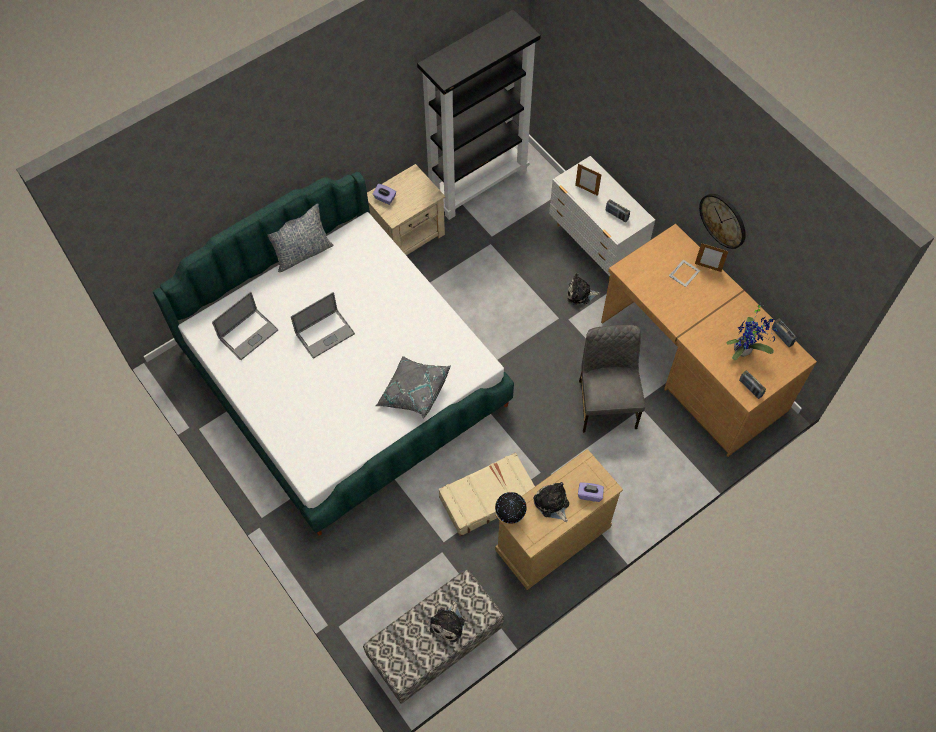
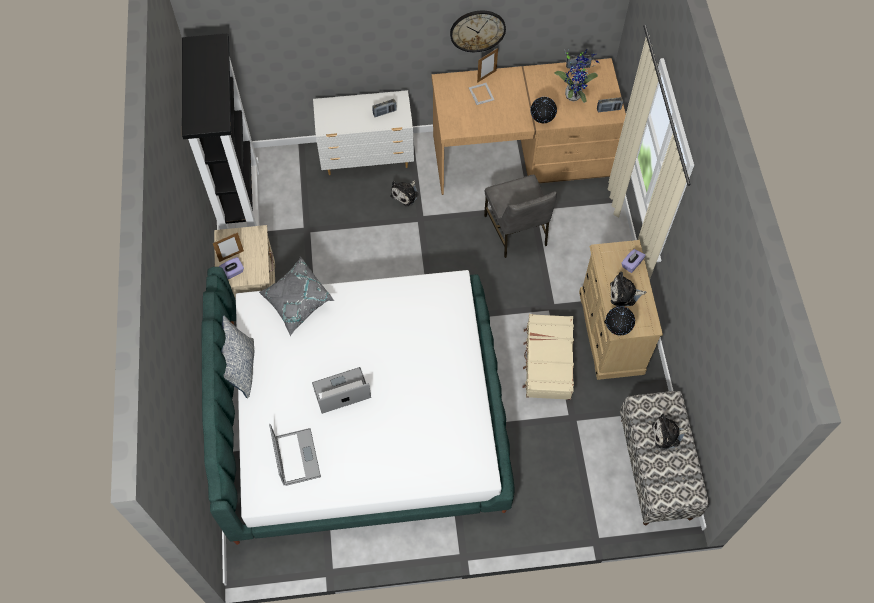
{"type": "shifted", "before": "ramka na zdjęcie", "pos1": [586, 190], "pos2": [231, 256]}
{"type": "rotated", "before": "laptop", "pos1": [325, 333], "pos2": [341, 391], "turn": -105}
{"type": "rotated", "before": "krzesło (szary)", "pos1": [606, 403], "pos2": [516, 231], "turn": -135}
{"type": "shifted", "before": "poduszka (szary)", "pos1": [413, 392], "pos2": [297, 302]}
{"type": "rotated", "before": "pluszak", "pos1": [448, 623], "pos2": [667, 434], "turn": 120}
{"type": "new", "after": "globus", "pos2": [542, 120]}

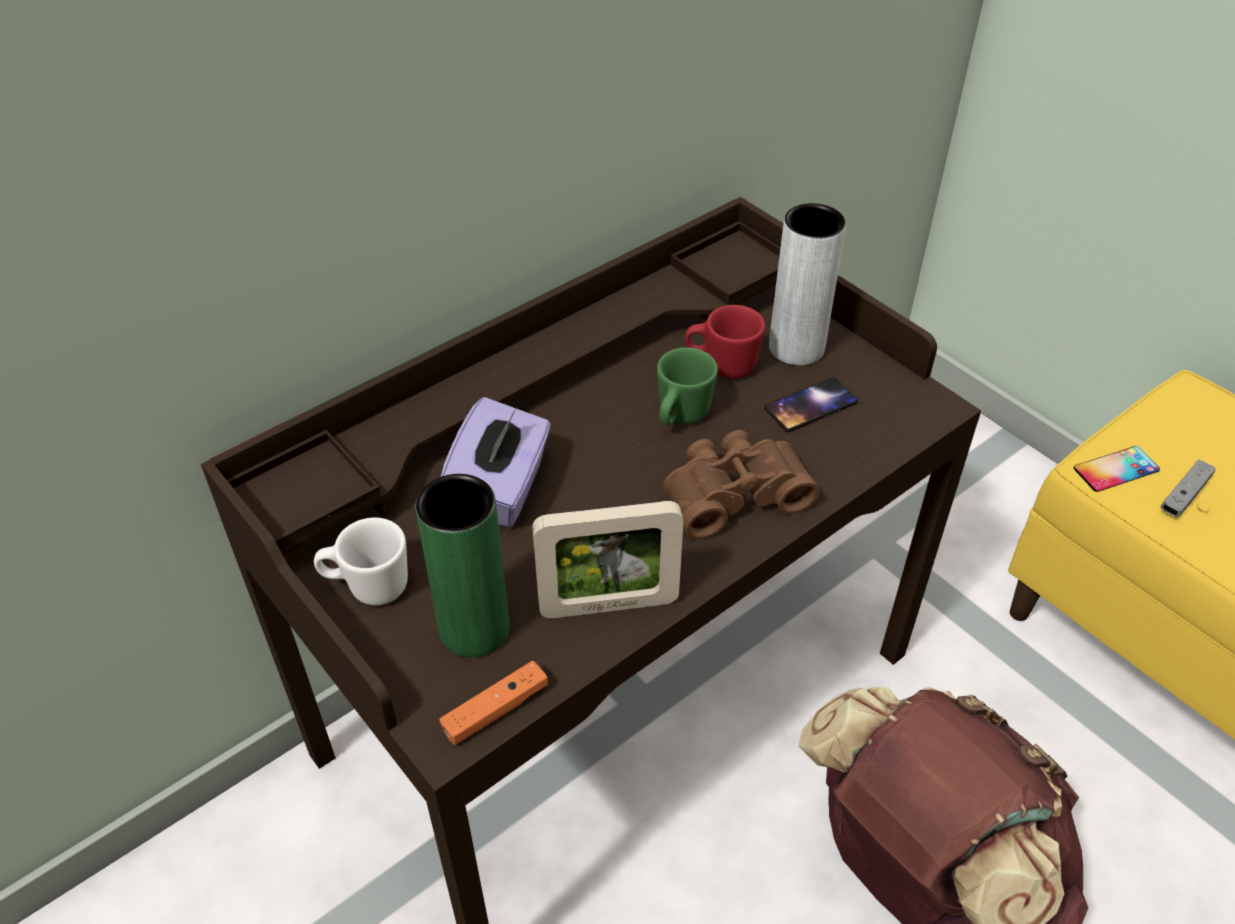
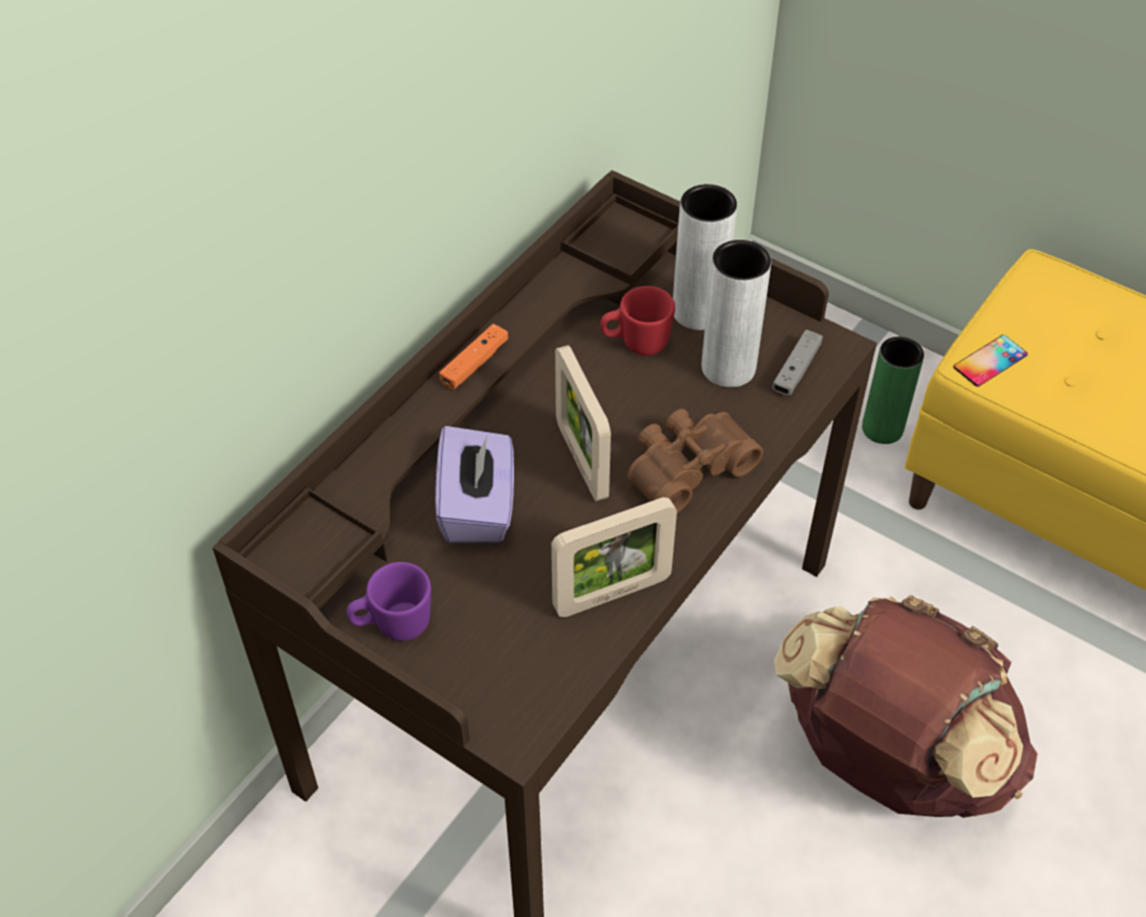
{"type": "gone", "before": "kubek (zielony)", "pos1": [680, 417]}
{"type": "swapped", "before": "telefon", "after": "wazon (szary)", "pos1": [811, 405], "pos2": [728, 368]}
{"type": "shifted", "before": "pad do gier (szary)", "pos1": [1184, 495], "pos2": [796, 370]}
{"type": "shifted", "before": "wazon (zielony)", "pos1": [474, 629], "pos2": [882, 428]}
{"type": "repainted", "before": "kubek (biały)", "after": "kubek (fioletowy)", "pos1": [368, 587], "pos2": [393, 625]}
{"type": "shifted", "before": "pad do gier (pomarańczowy)", "pos1": [495, 710], "pos2": [474, 363]}
{"type": "new", "after": "ramka na zdjęcie", "pos2": [581, 461]}

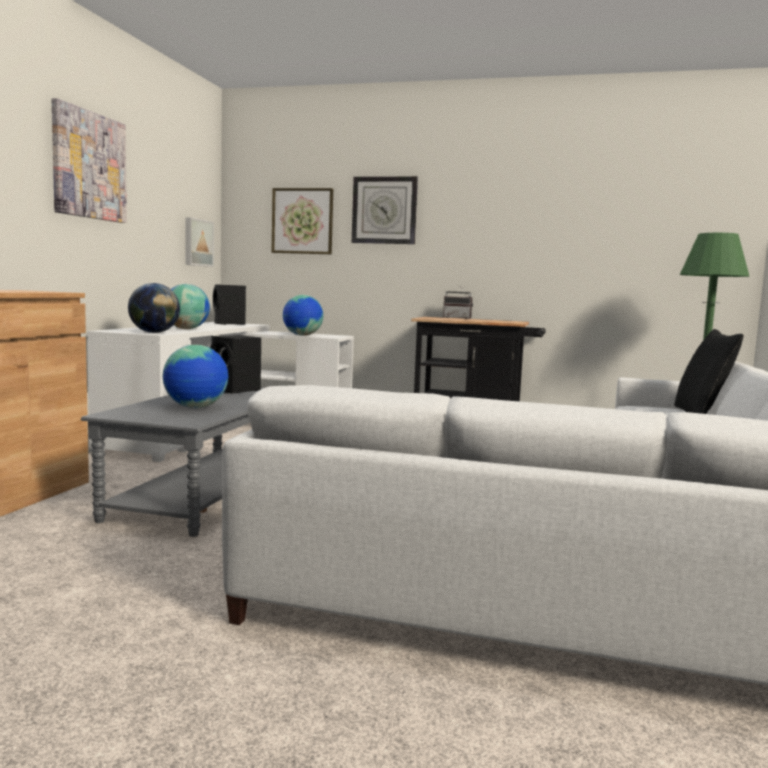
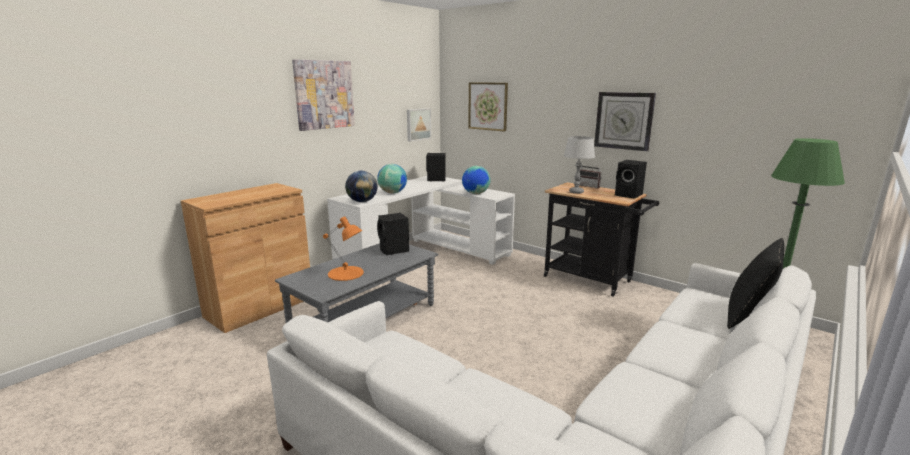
{"type": "shifted", "before": "zegar ścienny", "pos1": [384, 210], "pos2": [624, 120]}
{"type": "swapped", "before": "globus", "after": "lampa stołowa (pomarańczowy)", "pos1": [196, 407], "pos2": [346, 273]}
{"type": "new", "after": "lampa stołowa (szary)", "pos2": [576, 192]}
{"type": "new", "after": "głośnik (czarny)", "pos2": [629, 195]}

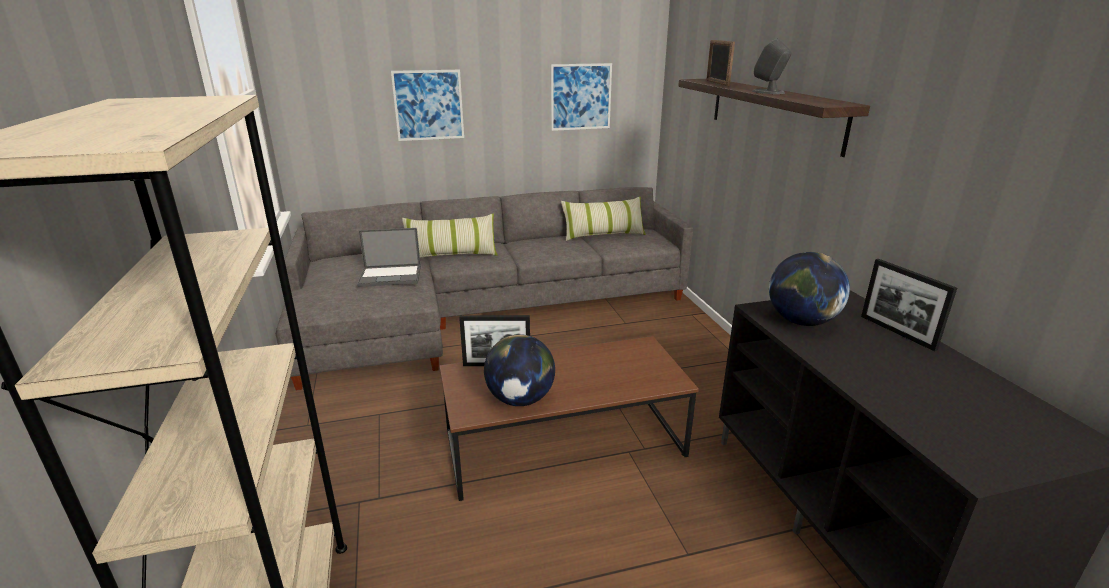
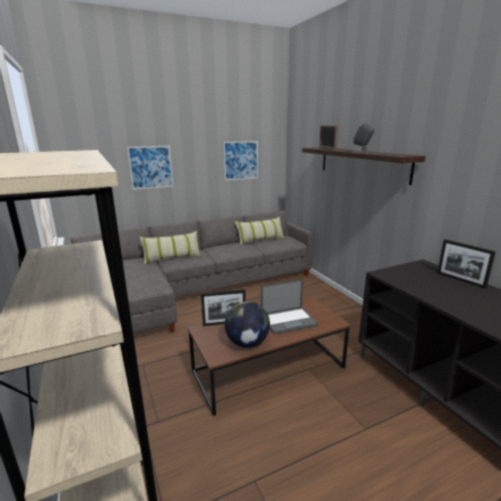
{"type": "shifted", "before": "laptop", "pos1": [391, 276], "pos2": [289, 320]}
{"type": "gone", "before": "globus", "pos1": [801, 321]}

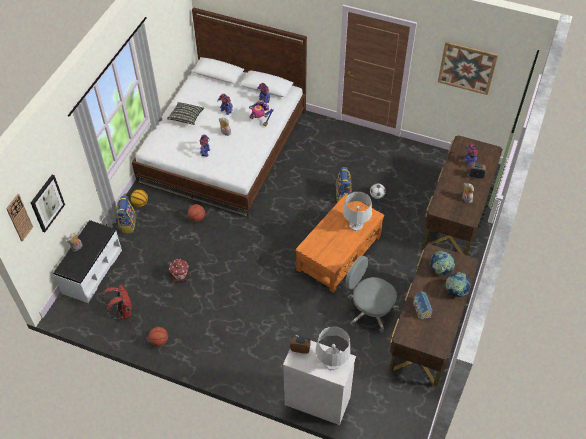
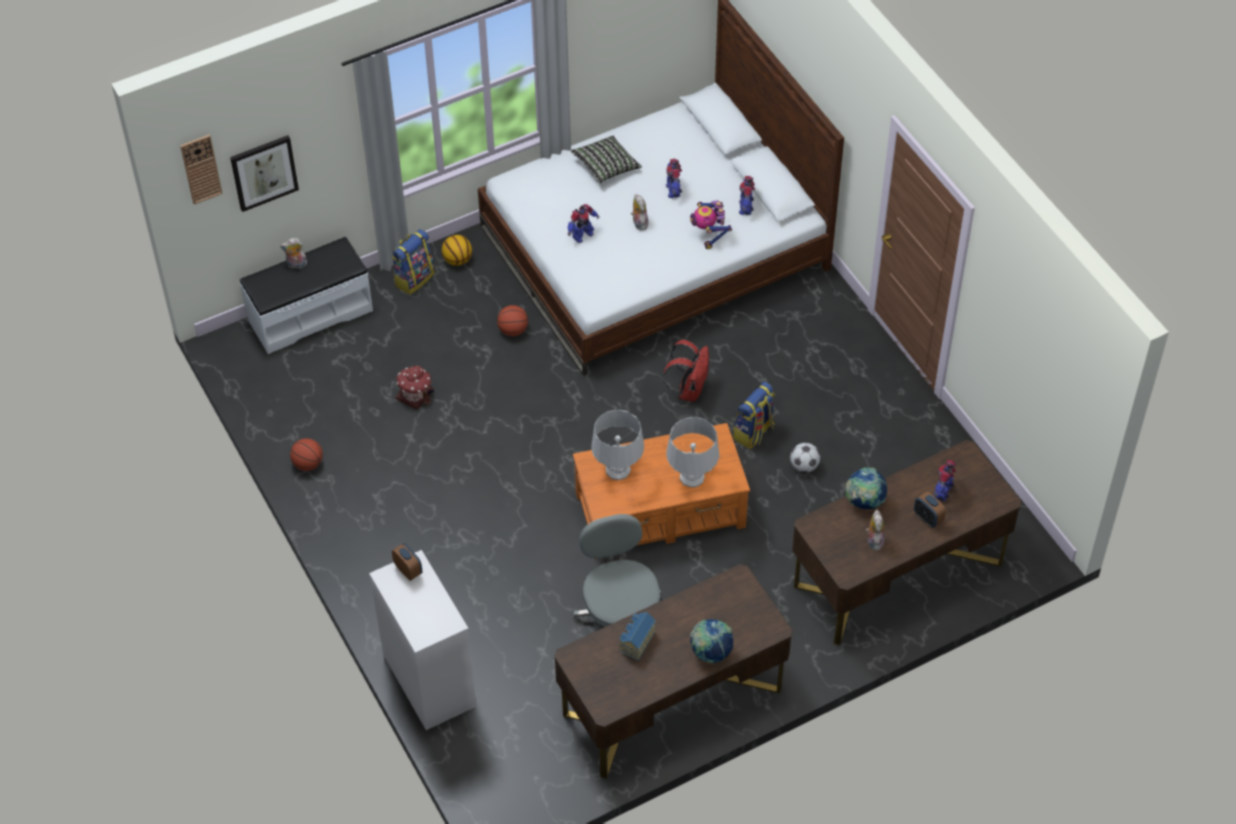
{"type": "gone", "before": "obraz", "pos1": [467, 68]}
{"type": "shifted", "before": "globus", "pos1": [440, 270], "pos2": [864, 501]}
{"type": "shifted", "before": "plecak (czerwony)", "pos1": [122, 312], "pos2": [689, 390]}
{"type": "shifted", "before": "lampa stołowa (szary)", "pos1": [332, 362], "pos2": [617, 470]}

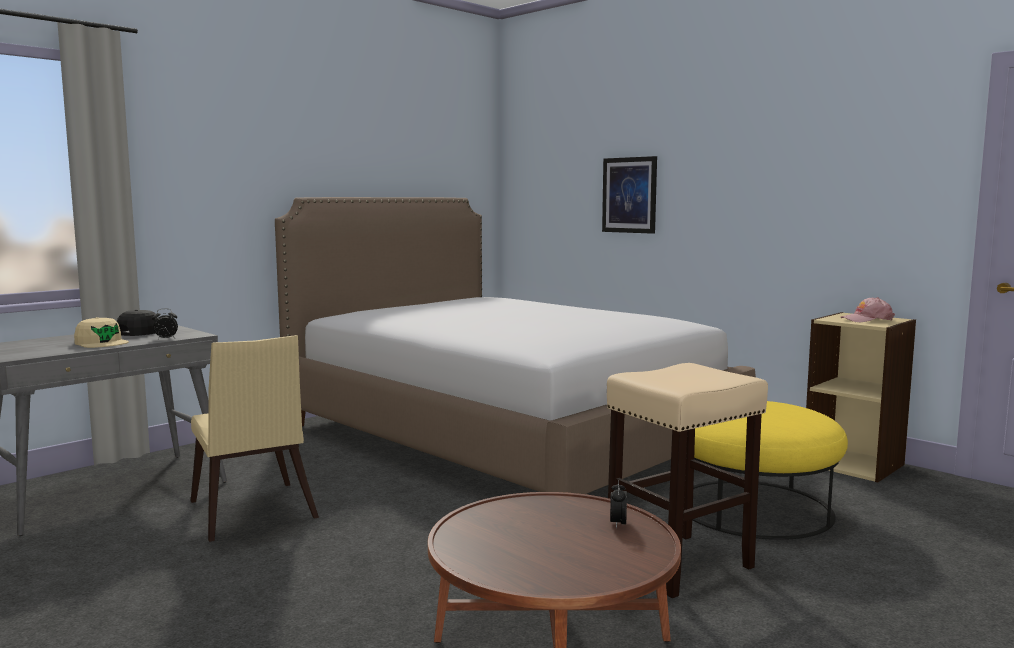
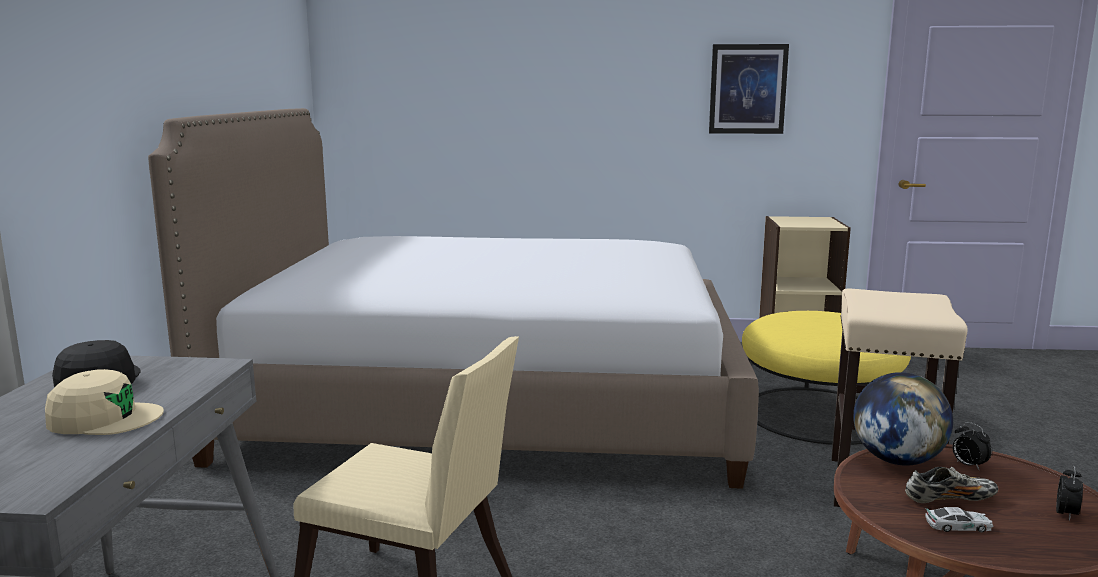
{"type": "shifted", "before": "obraz", "pos1": [629, 195], "pos2": [747, 89]}
{"type": "gone", "before": "czapka z daszkiem (różowy)", "pos1": [867, 320]}
{"type": "shifted", "before": "budzik", "pos1": [166, 339], "pos2": [1066, 515]}
{"type": "new", "after": "globus", "pos2": [897, 460]}
{"type": "new", "after": "but", "pos2": [949, 499]}
{"type": "new", "after": "samochodzik", "pos2": [958, 526]}

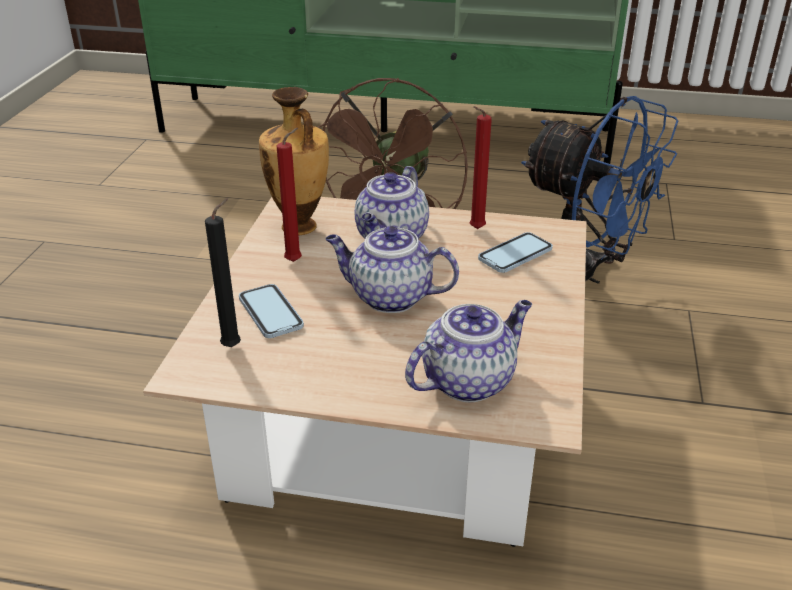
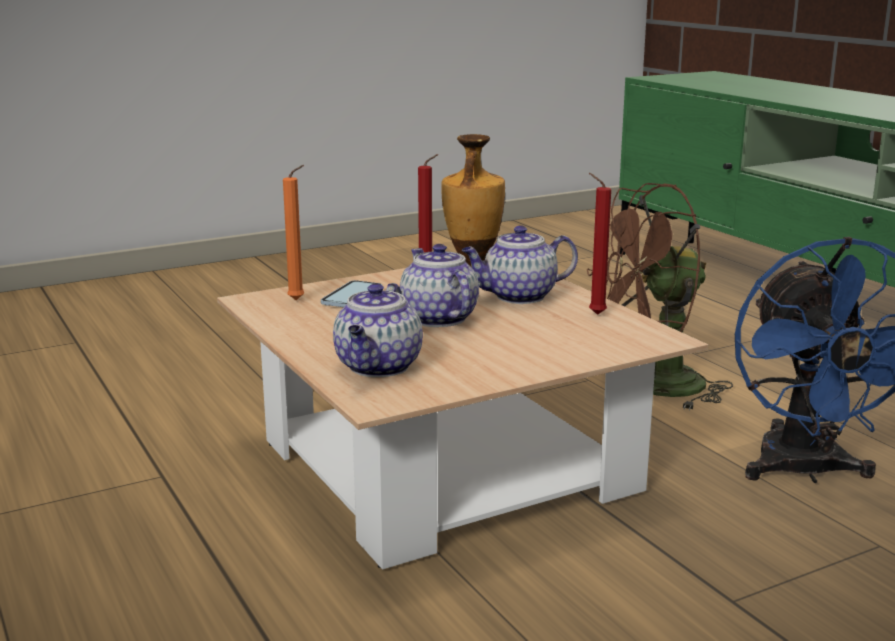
{"type": "repainted", "before": "świeca (czarny)", "after": "świeca (pomarańczowy)", "pos1": [234, 346], "pos2": [298, 300]}
{"type": "gone", "before": "telefon", "pos1": [515, 255]}
{"type": "rotated", "before": "imbryk", "pos1": [469, 380], "pos2": [379, 367], "turn": 90}

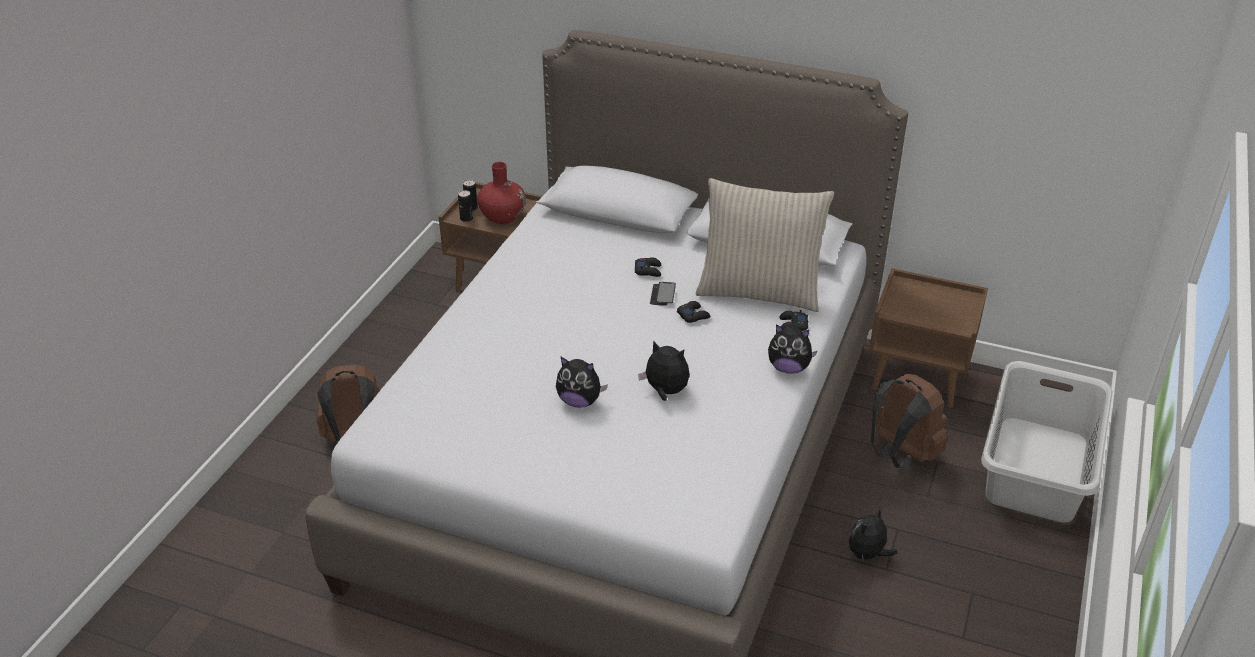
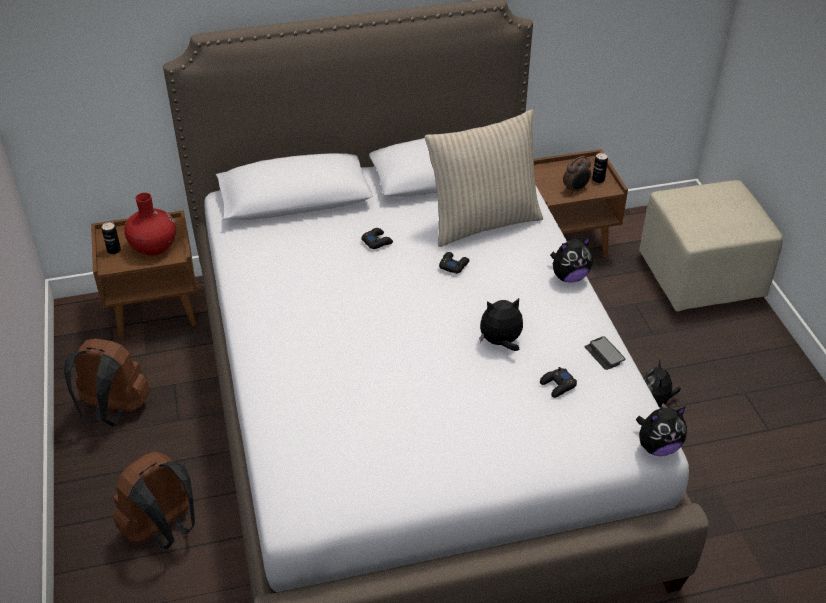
{"type": "shifted", "before": "puszka", "pos1": [466, 218], "pos2": [598, 179]}
{"type": "shifted", "before": "telefon", "pos1": [662, 295], "pos2": [604, 354]}
{"type": "shifted", "before": "pad do gier (czarny)", "pos1": [792, 325], "pos2": [558, 385]}
{"type": "shifted", "before": "pluszak", "pos1": [579, 401], "pos2": [657, 446]}
{"type": "swapped", "before": "kosz na pranie (szary)", "after": "pufa (beżowy)", "pos1": [1038, 468], "pos2": [701, 276]}
{"type": "shifted", "before": "plecak (brązowy)", "pos1": [900, 454], "pos2": [113, 411]}
{"type": "new", "after": "budzik", "pos2": [576, 189]}

